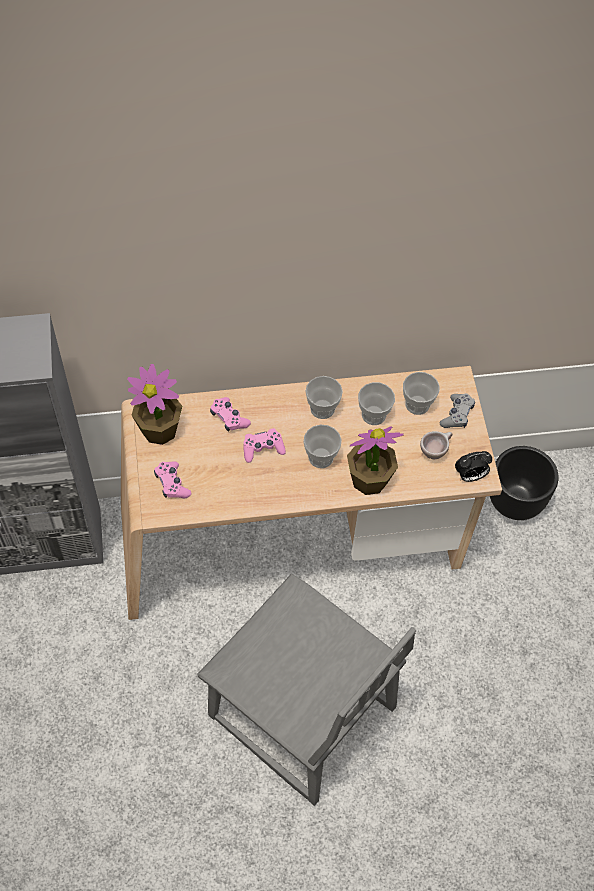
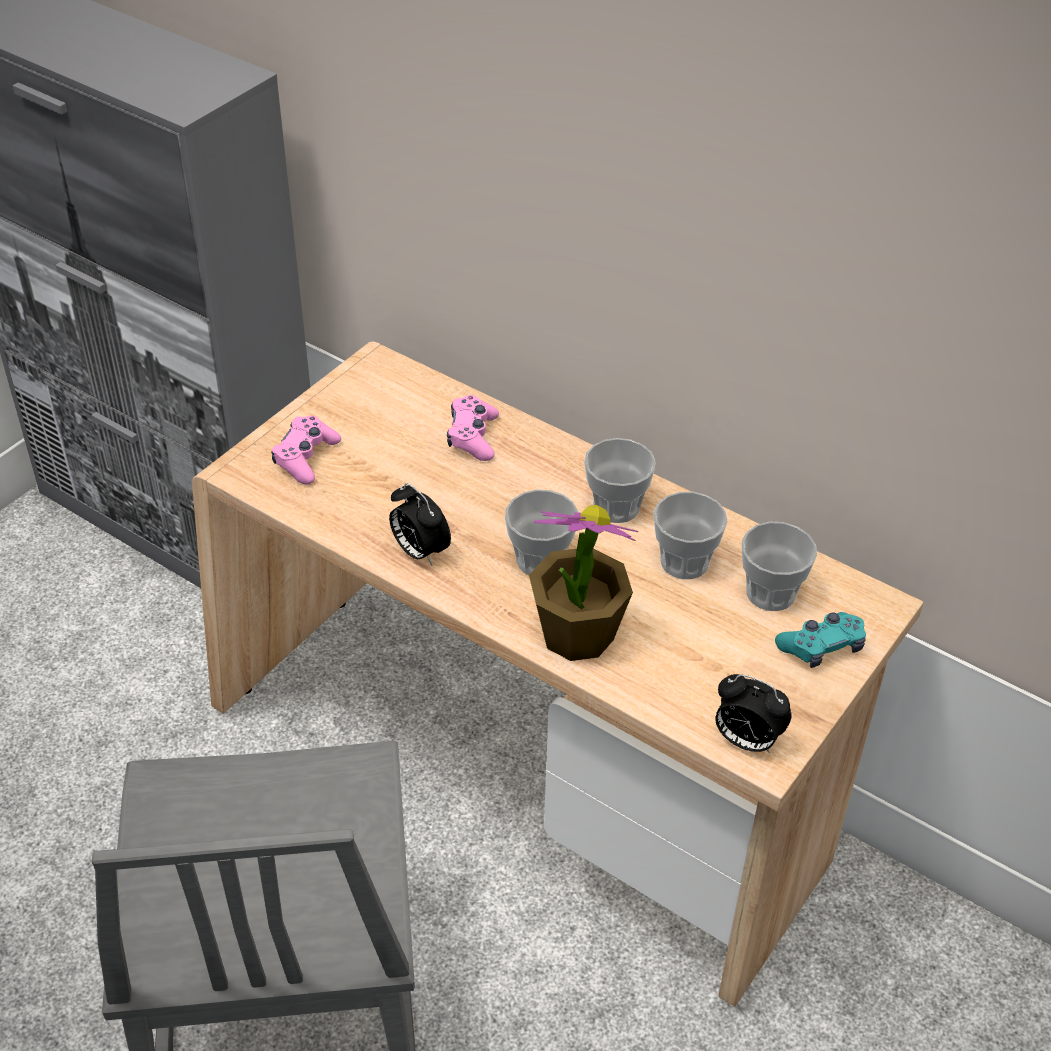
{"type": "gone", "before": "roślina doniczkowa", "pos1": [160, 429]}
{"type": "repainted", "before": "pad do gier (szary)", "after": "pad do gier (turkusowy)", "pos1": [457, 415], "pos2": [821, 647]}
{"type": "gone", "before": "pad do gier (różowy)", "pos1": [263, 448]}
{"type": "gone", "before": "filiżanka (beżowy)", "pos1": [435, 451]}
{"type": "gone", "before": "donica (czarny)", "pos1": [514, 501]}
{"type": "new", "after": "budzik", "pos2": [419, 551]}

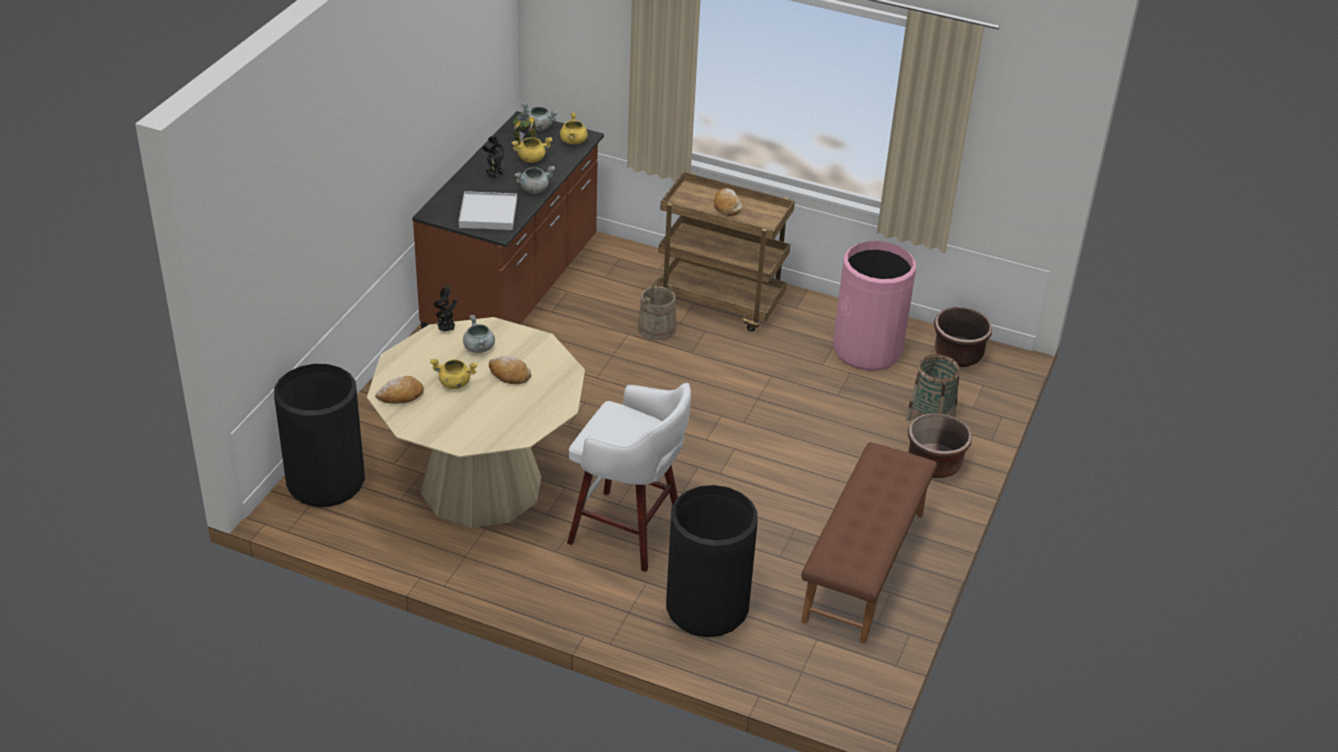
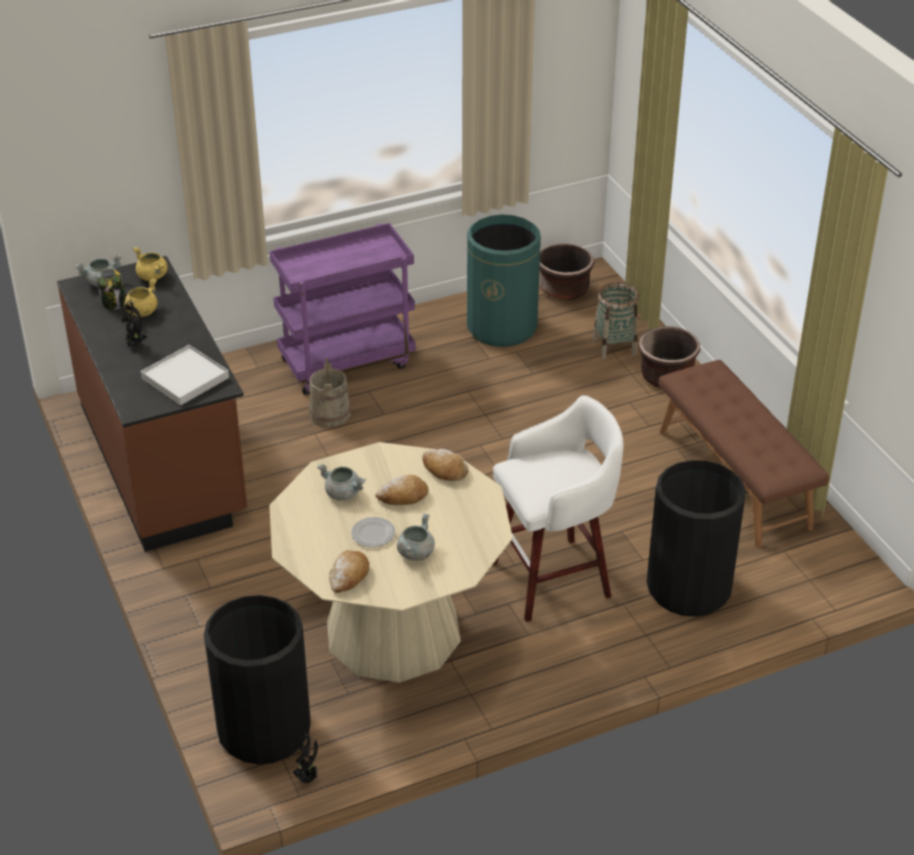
{"type": "shifted", "before": "garnek (szary)", "pos1": [534, 189], "pos2": [415, 553]}
{"type": "repainted", "before": "wózek (brązowy)", "after": "wózek (fioletowy)", "pos1": [721, 303], "pos2": [347, 362]}
{"type": "shifted", "before": "chleb", "pos1": [727, 206], "pos2": [444, 470]}
{"type": "repainted", "before": "kosz na śmieci (różowy)", "after": "kosz na śmieci (zielony)", "pos1": [867, 350], "pos2": [502, 327]}
{"type": "shifted", "before": "roślina doniczkowa", "pos1": [447, 330], "pos2": [307, 779]}
{"type": "swapped", "before": "garnek (żółty)", "after": "talerz", "pos1": [454, 383], "pos2": [373, 534]}

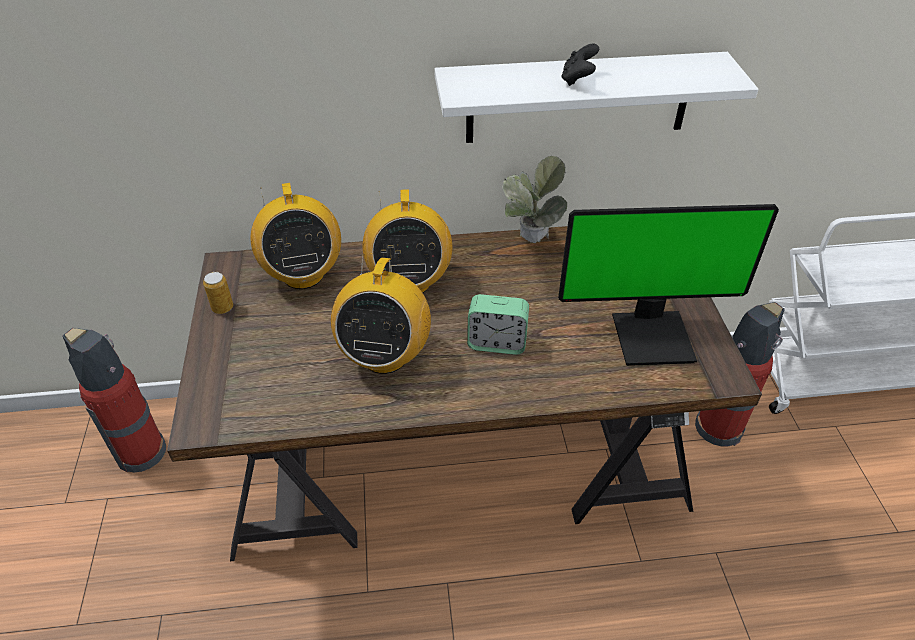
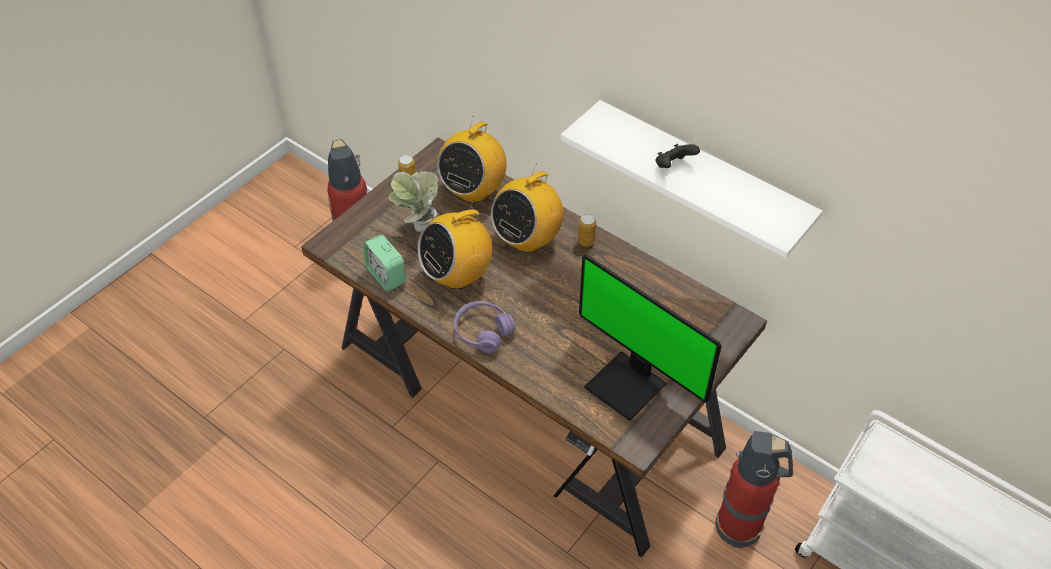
{"type": "shifted", "before": "roślina doniczkowa", "pos1": [529, 244], "pos2": [420, 230]}
{"type": "shifted", "before": "budzik", "pos1": [497, 343], "pos2": [386, 276]}
{"type": "new", "after": "puszka", "pos2": [586, 241]}
{"type": "new", "after": "słuchawki (fioletowy)", "pos2": [483, 332]}

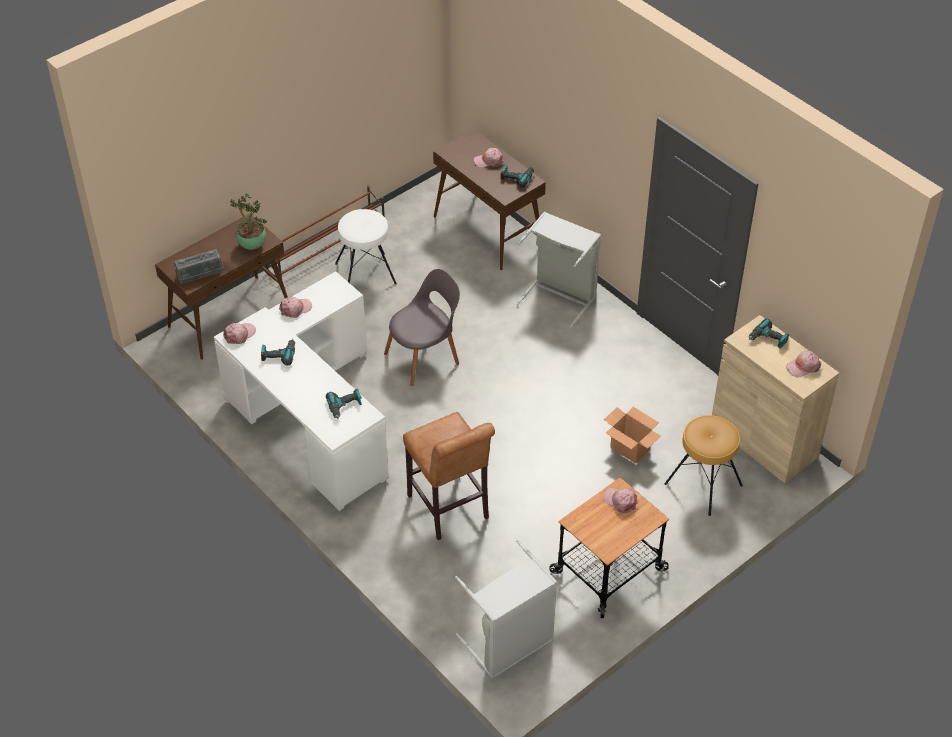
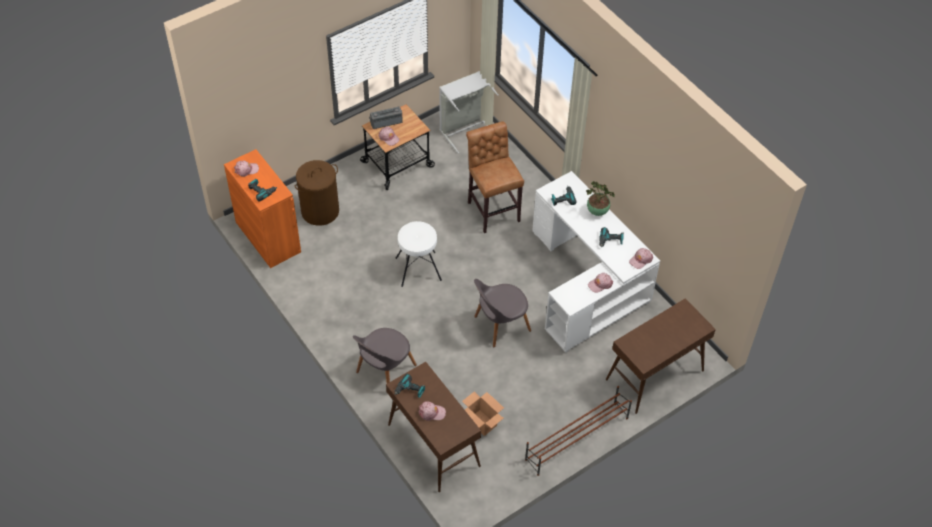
{"type": "shifted", "before": "roślina doniczkowa", "pos1": [251, 245], "pos2": [598, 212]}
{"type": "shifted", "before": "stołek (biały)", "pos1": [365, 274], "pos2": [418, 268]}
{"type": "swapped", "before": "kosz na pranie (szary)", "after": "krzesło (szary)", "pos1": [560, 296], "pos2": [384, 370]}
{"type": "shifted", "before": "radio", "pos1": [200, 276], "pos2": [386, 121]}
{"type": "repainted", "before": "szafka (beżowy)", "after": "szafka (pomarańczowy)", "pos1": [763, 441], "pos2": [268, 237]}
{"type": "shifted", "before": "karton", "pos1": [630, 449], "pos2": [481, 422]}
{"type": "swapped", "before": "stołek (brązowy)", "after": "kosz na pranie (brązowy)", "pos1": [703, 484], "pos2": [320, 211]}

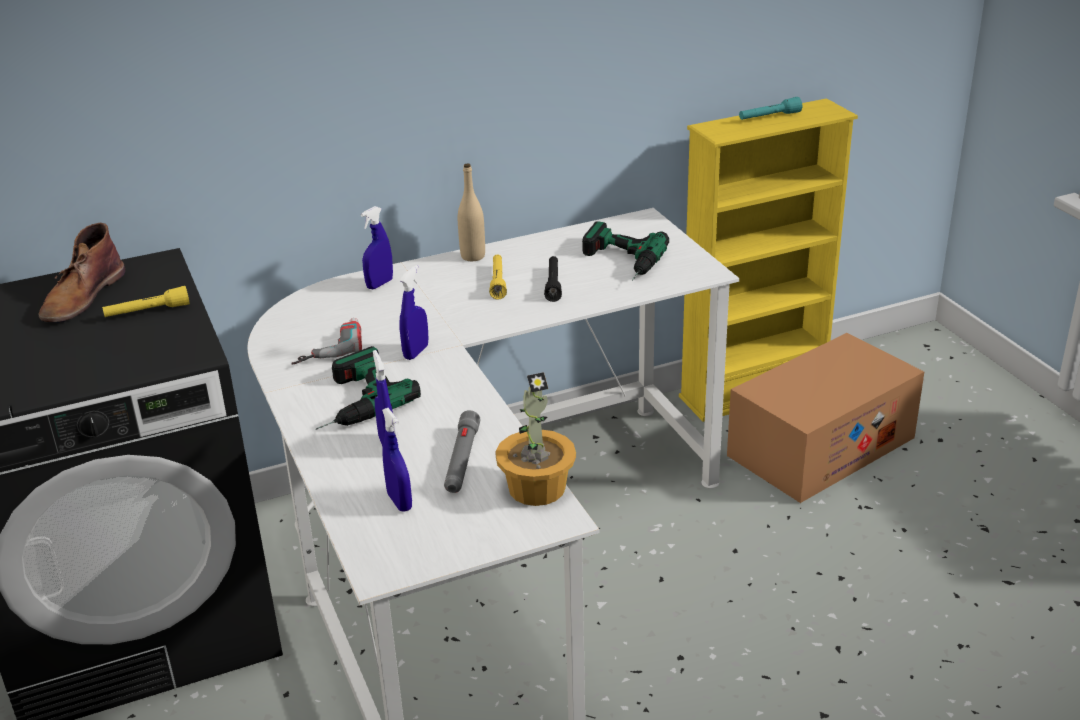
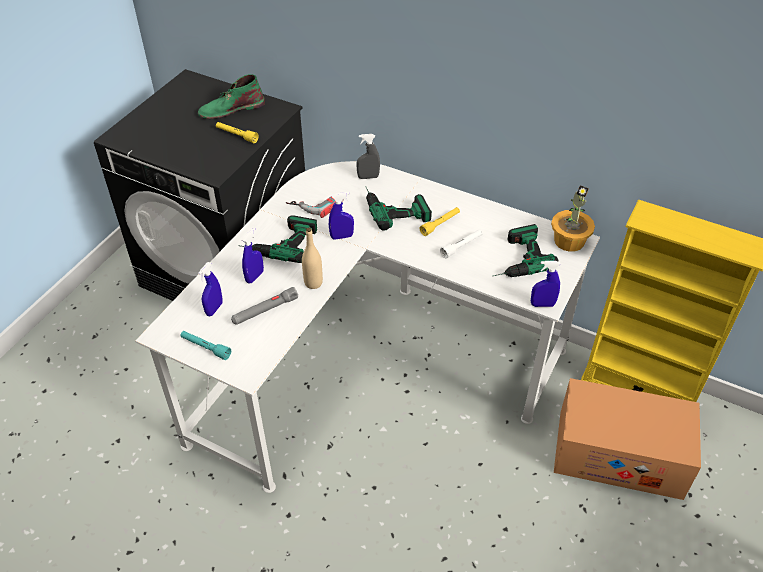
{"type": "shifted", "before": "latarka (turkusowy)", "pos1": [769, 117], "pos2": [205, 348]}
{"type": "shifted", "before": "butelka (beżowy)", "pos1": [473, 256], "pos2": [313, 283]}
{"type": "shifted", "before": "spryskiwacz (niebieski)", "pos1": [379, 284], "pos2": [542, 304]}
{"type": "repainted", "before": "but z cholewką (brązowy)", "after": "but z cholewką (zielony)", "pos1": [82, 296], "pos2": [231, 109]}
{"type": "repainted", "before": "latarka (czarny)", "after": "latarka (biały)", "pos1": [553, 284], "pos2": [461, 246]}
{"type": "shifted", "before": "roślina doniczkowa", "pos1": [536, 487], "pos2": [569, 240]}
{"type": "new", "after": "spryskiwacz (szary)", "pos2": [368, 177]}
{"type": "new", "after": "wiertarka", "pos2": [394, 206]}

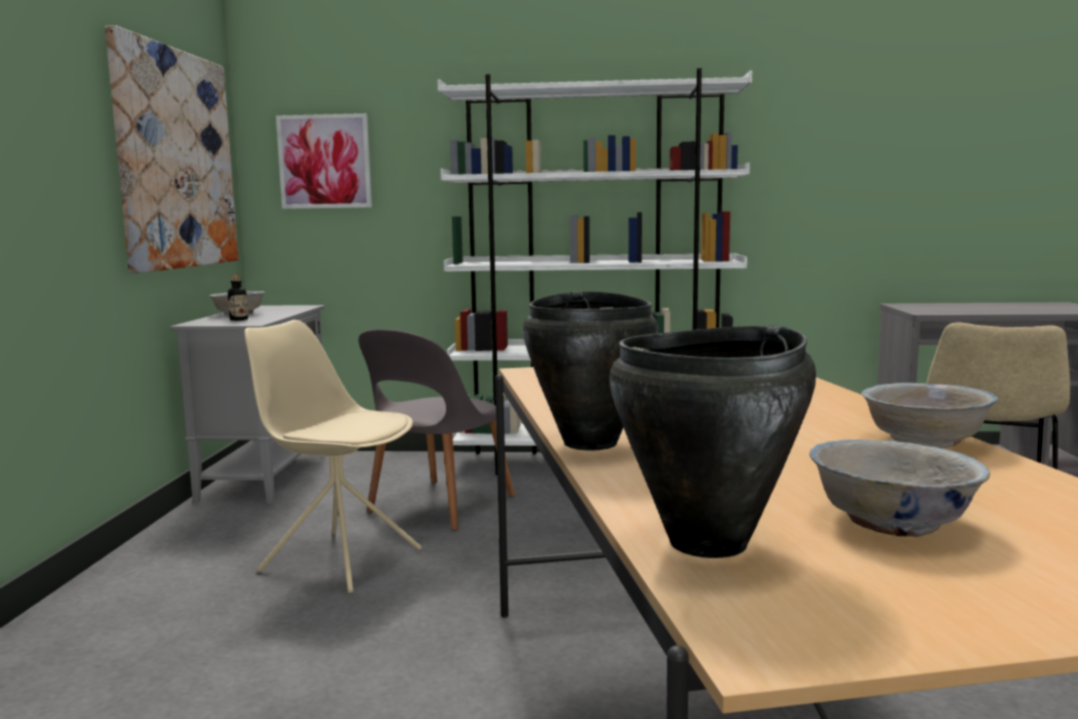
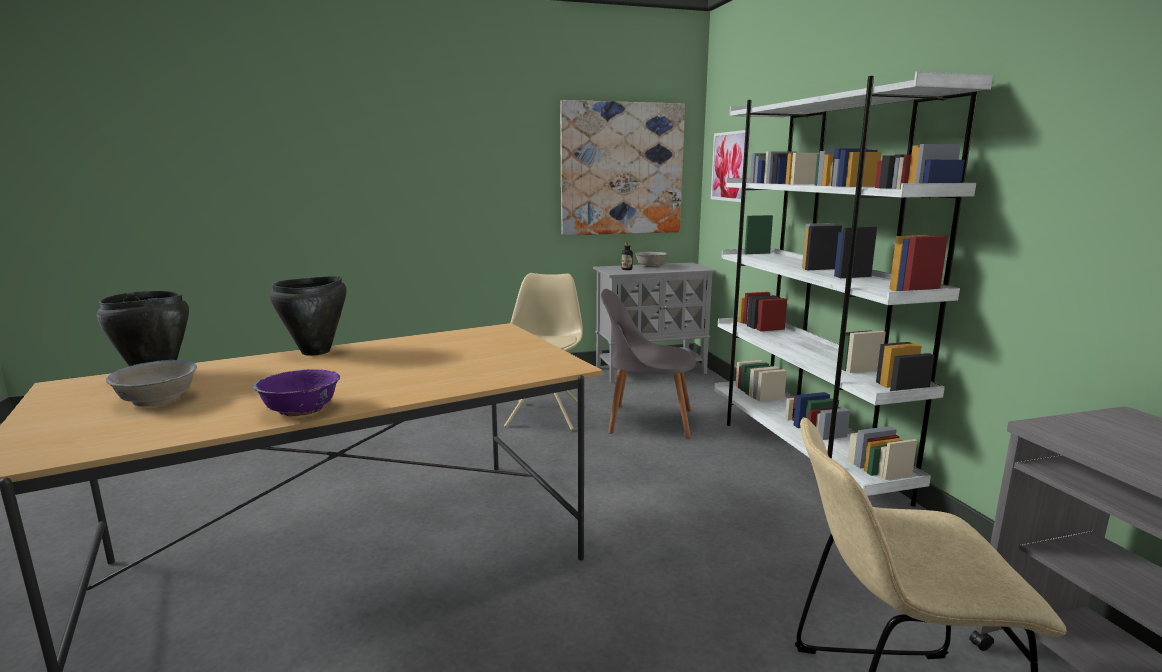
{"type": "repainted", "before": "miska (biały)", "after": "miska (fioletowy)", "pos1": [925, 441], "pos2": [300, 409]}

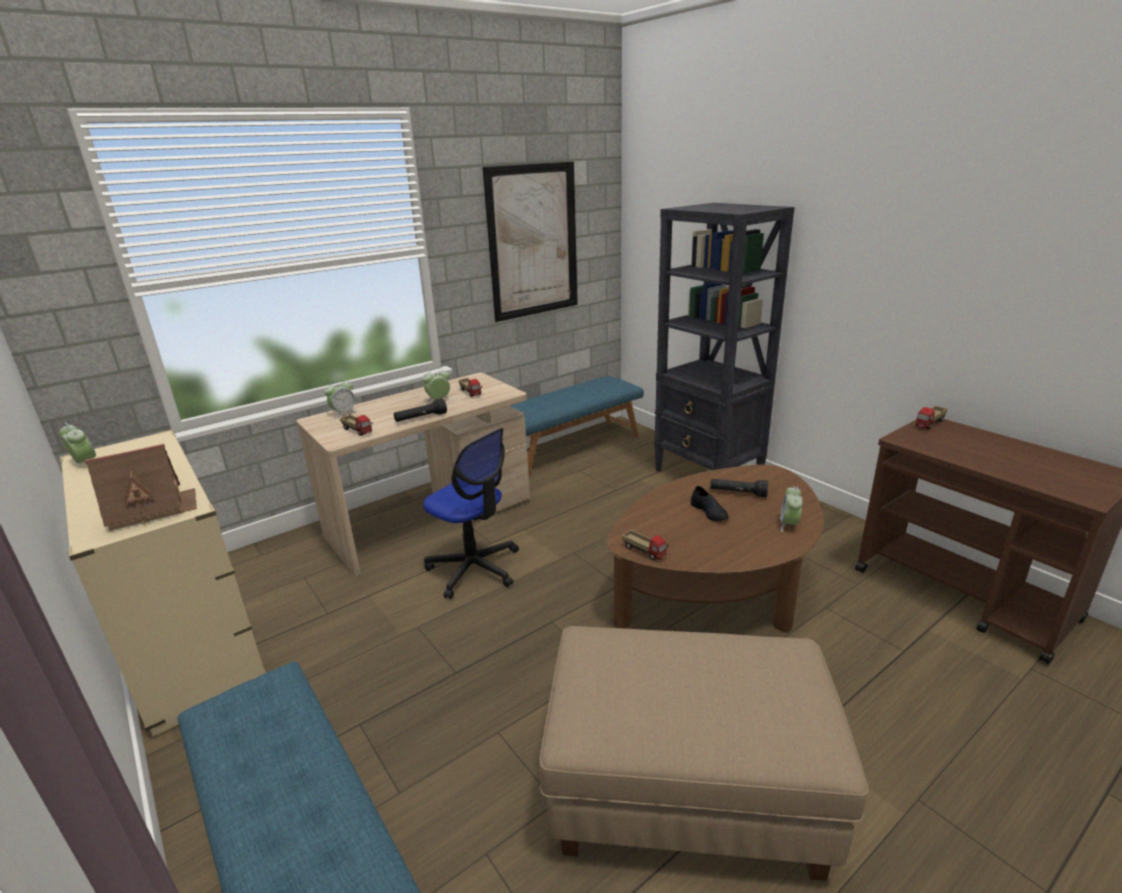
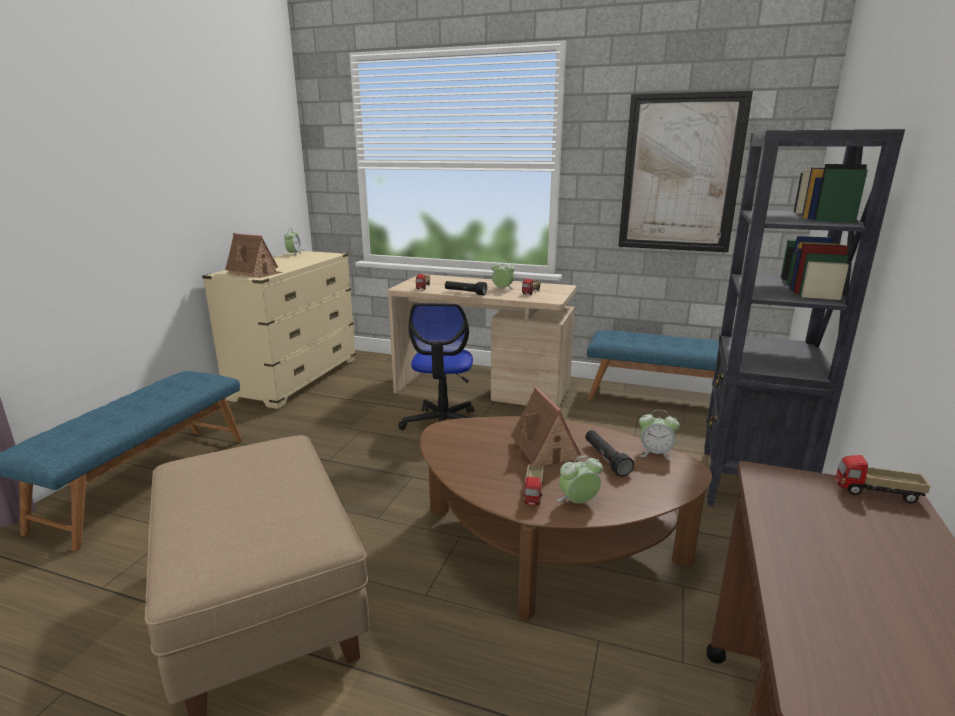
{"type": "shifted", "before": "budzik", "pos1": [343, 413], "pos2": [655, 453]}
{"type": "swapped", "before": "but (czarny)", "after": "domek", "pos1": [709, 512], "pos2": [546, 453]}
{"type": "shifted", "before": "ciężarówka zabawkowa", "pos1": [644, 551], "pos2": [534, 493]}

